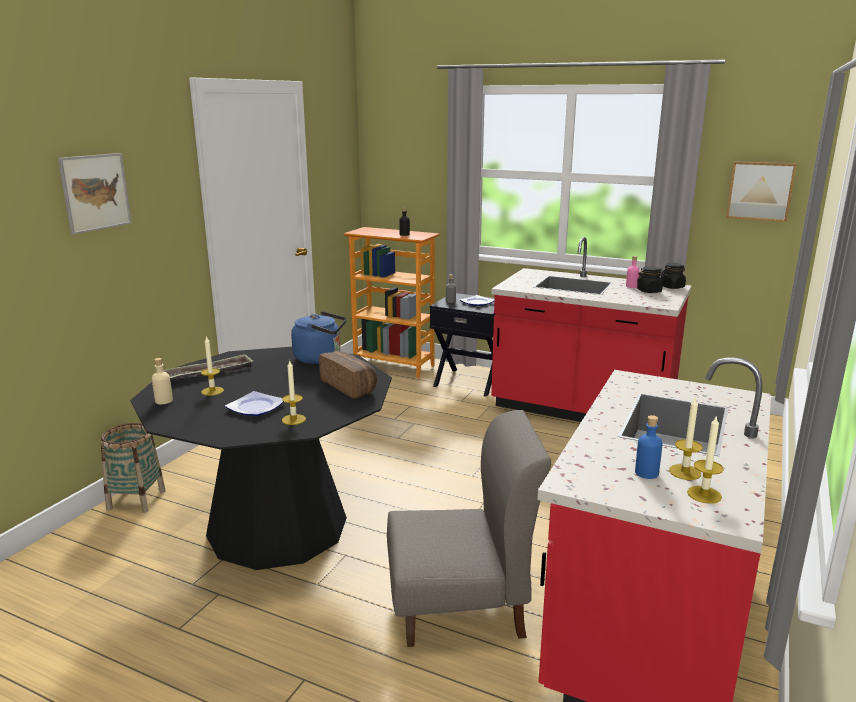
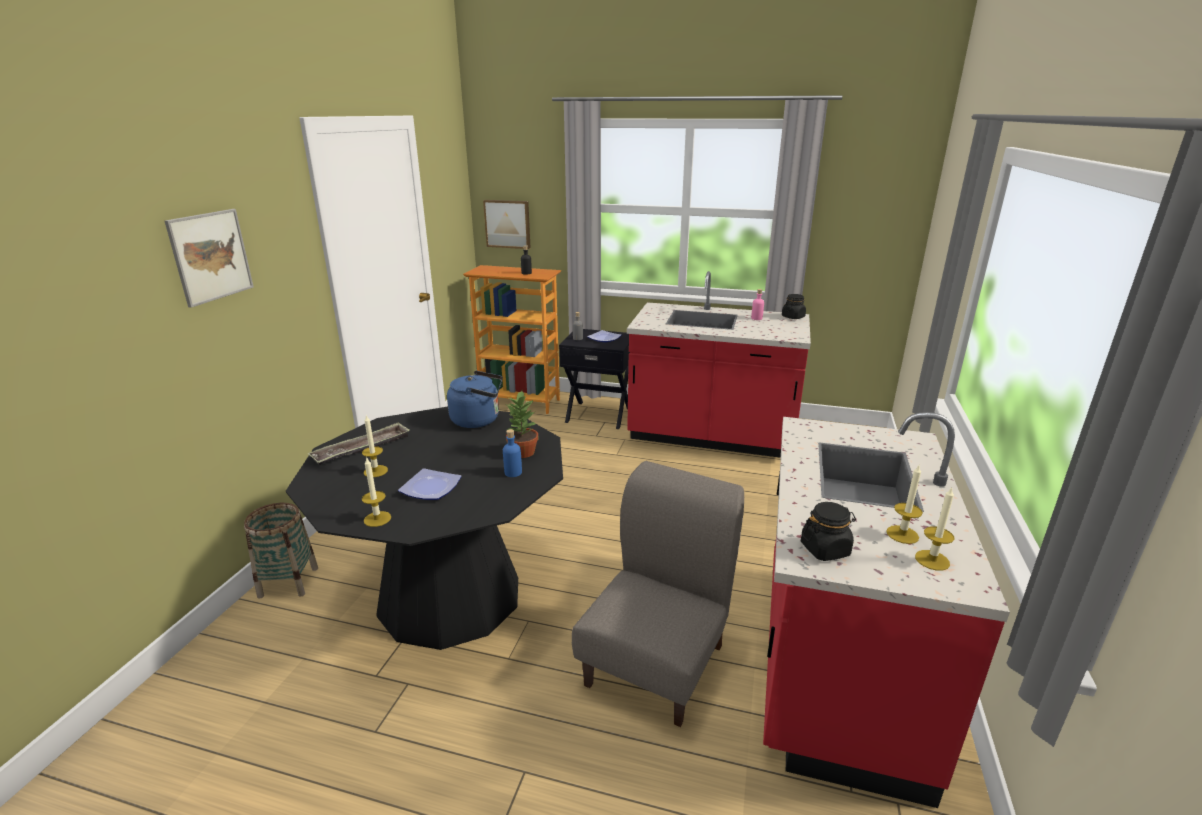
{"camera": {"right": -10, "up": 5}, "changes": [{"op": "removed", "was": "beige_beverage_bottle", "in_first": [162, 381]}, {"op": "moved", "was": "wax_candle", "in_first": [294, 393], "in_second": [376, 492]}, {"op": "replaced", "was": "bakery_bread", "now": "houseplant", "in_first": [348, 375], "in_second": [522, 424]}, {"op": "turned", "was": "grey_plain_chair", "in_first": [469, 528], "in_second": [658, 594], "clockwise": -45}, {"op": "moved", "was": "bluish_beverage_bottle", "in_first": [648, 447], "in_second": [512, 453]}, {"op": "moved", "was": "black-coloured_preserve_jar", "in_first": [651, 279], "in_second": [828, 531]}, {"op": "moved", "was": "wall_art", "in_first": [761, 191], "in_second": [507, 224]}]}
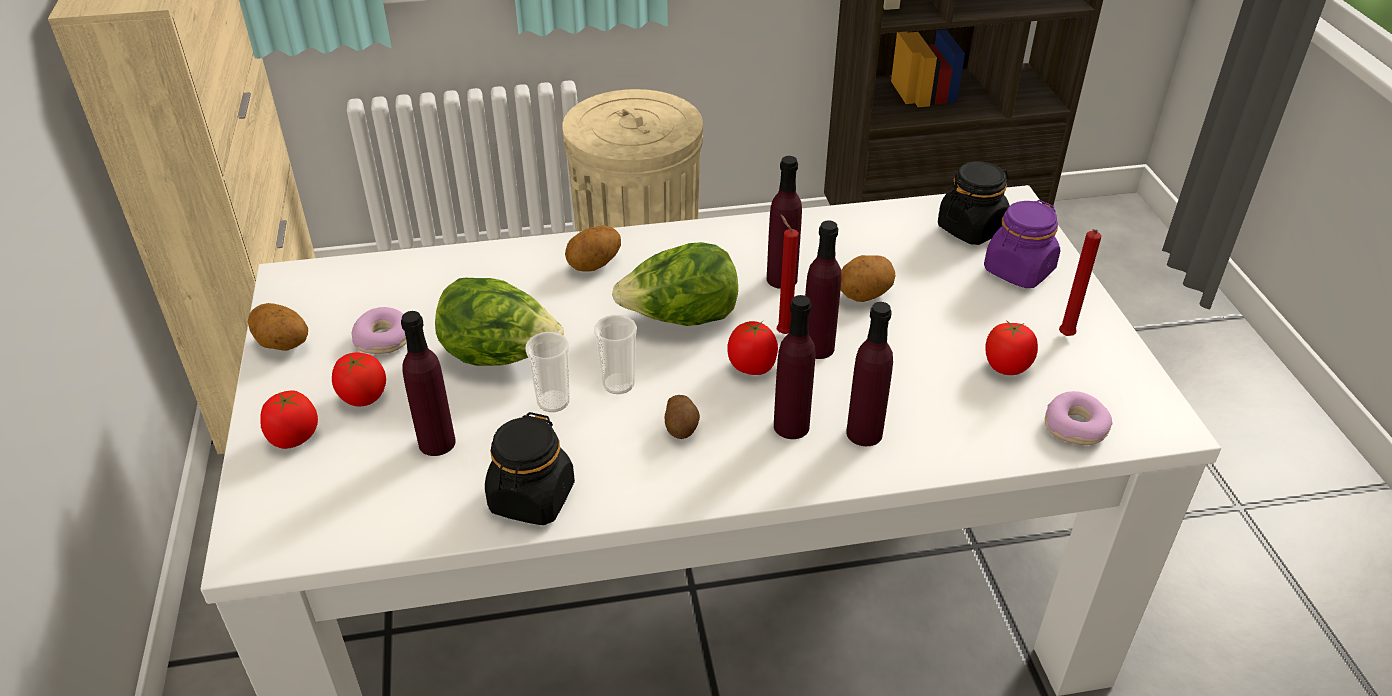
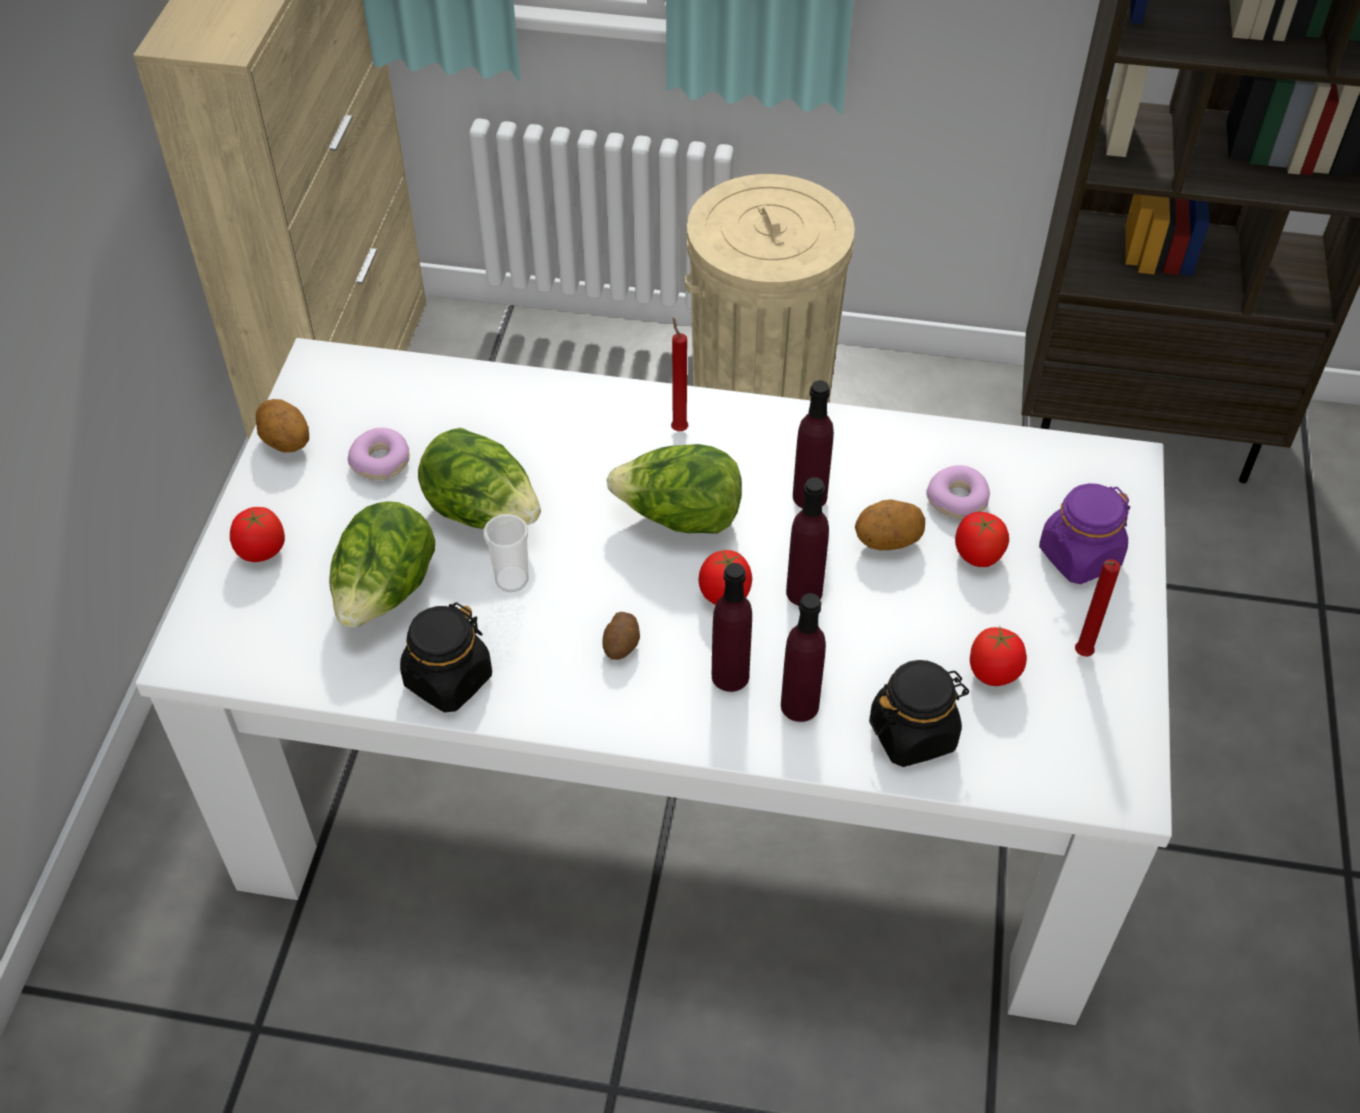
{"camera": {"right": 20, "up": 10}, "changes": [{"op": "moved", "was": "tomato", "in_first": [359, 379], "in_second": [982, 539]}, {"op": "replaced", "was": "purple-coloured_beverage_bottle", "now": "head_of_lettuce", "in_first": [428, 383], "in_second": [382, 564]}, {"op": "removed", "was": "spud", "in_first": [593, 248]}, {"op": "removed", "was": "small_cup", "in_first": [615, 354]}, {"op": "moved", "was": "red_wax_candle", "in_first": [788, 274], "in_second": [679, 374]}, {"op": "moved", "was": "black-coloured_preserve_jar", "in_first": [974, 203], "in_second": [919, 713]}, {"op": "moved", "was": "ring_doughnut", "in_first": [1078, 418], "in_second": [958, 492]}]}
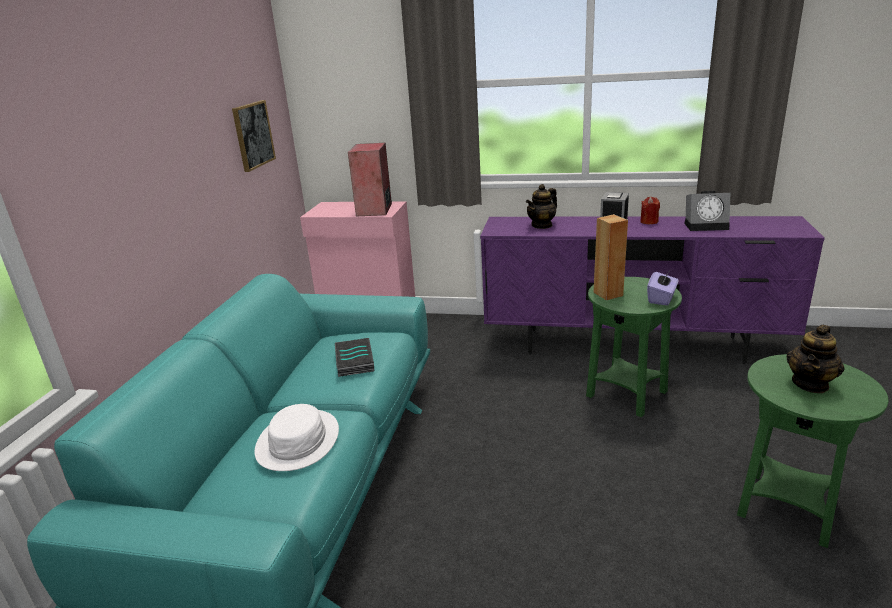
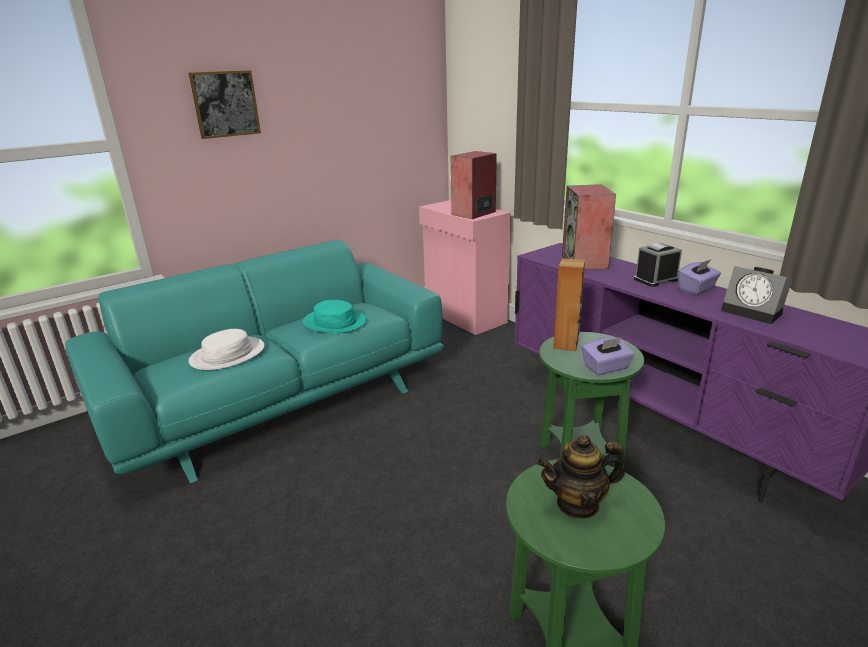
{"camera": {"right": 40, "up": 0}, "changes": [{"op": "moved", "was": "wall_art", "in_first": [254, 136], "in_second": [225, 104]}, {"op": "replaced", "was": "book", "now": "turquoise_hat", "in_first": [354, 357], "in_second": [335, 316]}, {"op": "replaced", "was": "tea_pot", "now": "speaker", "in_first": [541, 206], "in_second": [589, 227]}, {"op": "replaced", "was": "red_wax_candle", "now": "purple-coloured_tissue_holder", "in_first": [650, 210], "in_second": [699, 277]}]}
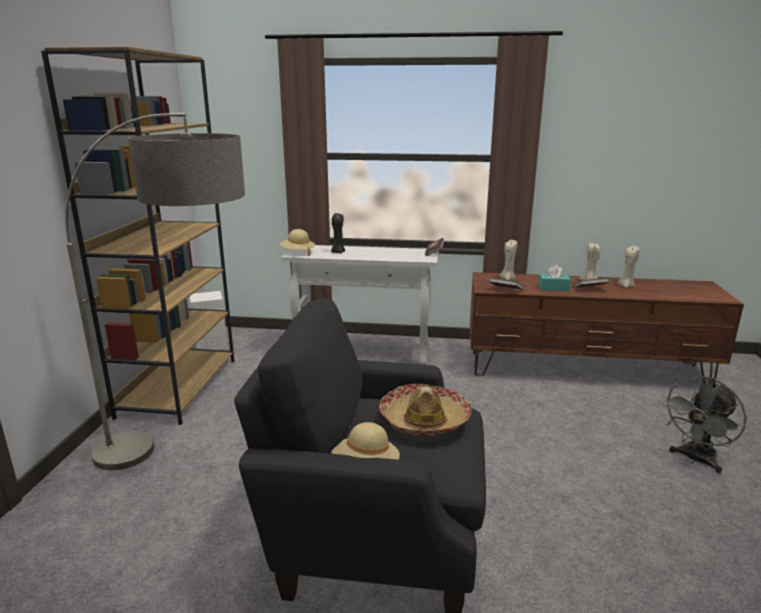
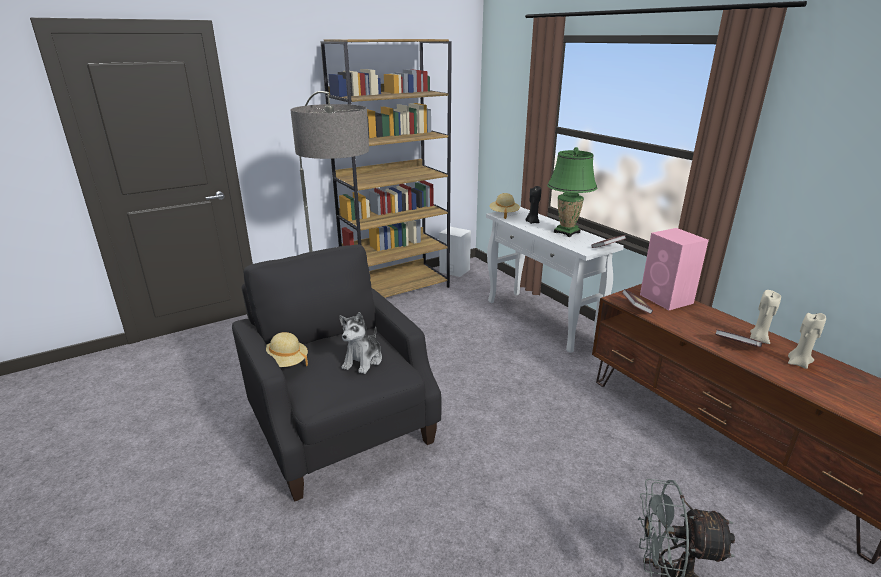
{"camera": {"right": 50, "up": 5}, "changes": [{"op": "replaced", "was": "hat", "now": "soft_toy", "in_first": [426, 410], "in_second": [360, 343]}, {"op": "replaced", "was": "beige_wax_candle", "now": "pink-coloured_speaker", "in_first": [508, 260], "in_second": [674, 269]}, {"op": "removed", "was": "turquoise_tissue_holder", "in_first": [555, 278]}, {"op": "added", "now": "green_lamp_for_a_table", "in_second": [572, 192]}]}
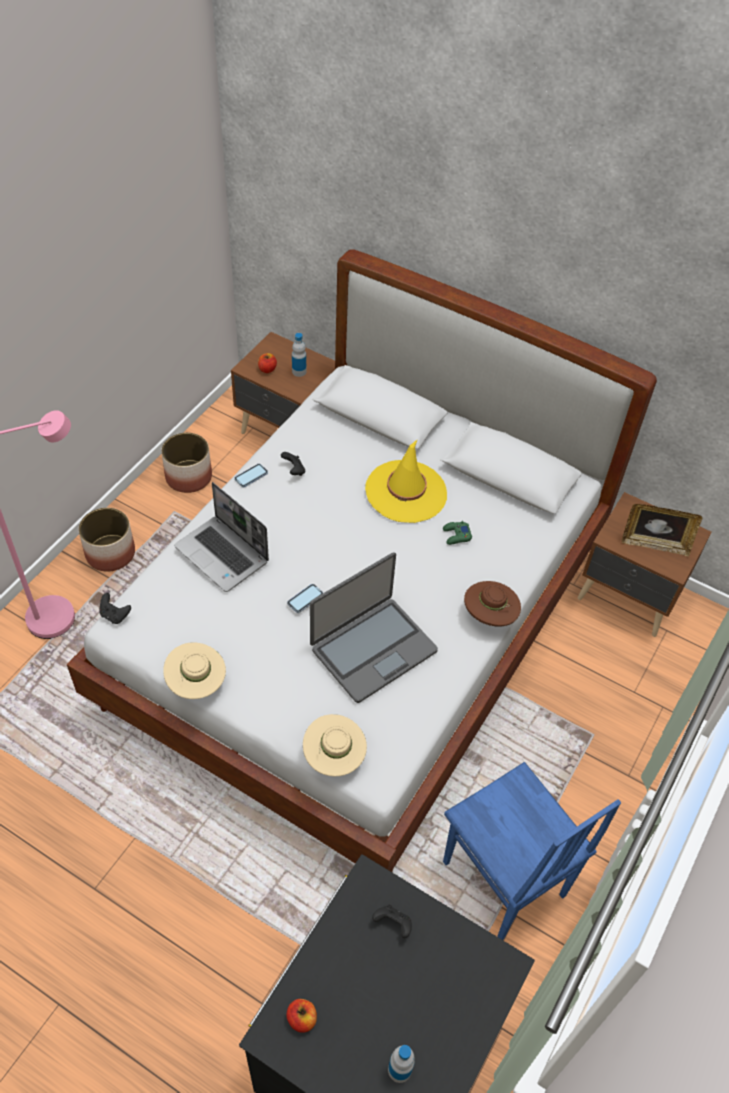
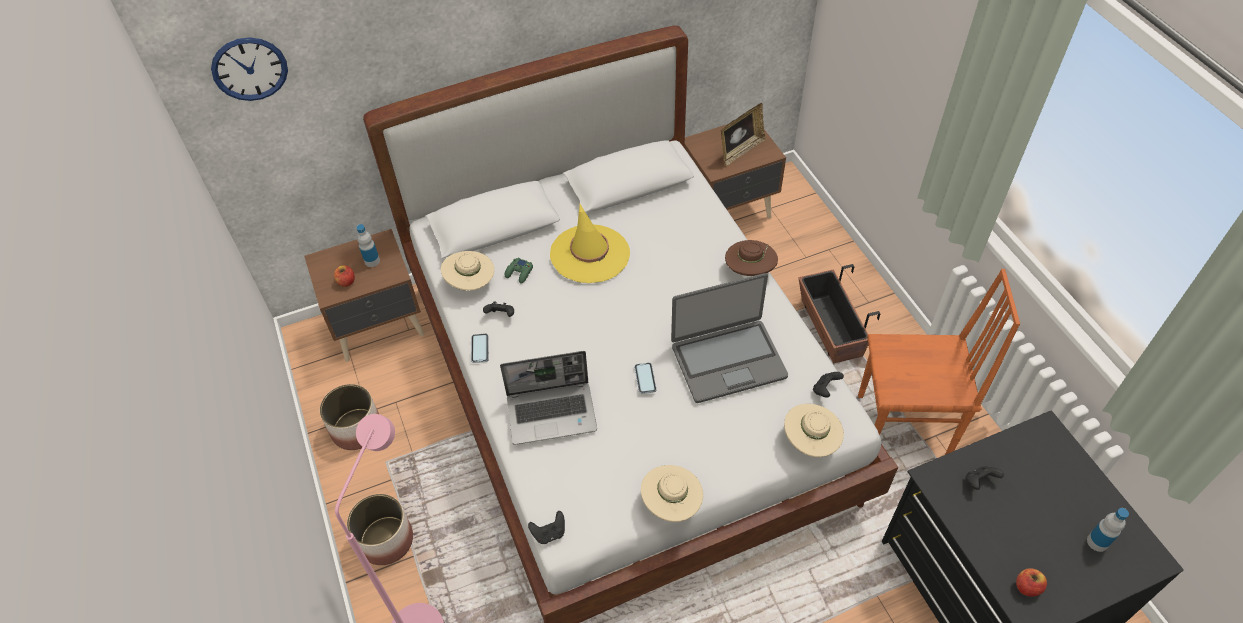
{"camera": {"right": -50, "up": 0}, "changes": [{"op": "turned", "was": "portable_computer", "in_first": [374, 627], "in_second": [729, 338], "clockwise": 75}, {"op": "moved", "was": "green_gamepad", "in_first": [457, 533], "in_second": [519, 271]}, {"op": "recoloured", "was": "bluish_plain_chair", "now": "orangey_plain_chair", "in_first": [532, 851], "in_second": [939, 362]}, {"op": "added", "now": "clock_on_the_wall", "in_second": [249, 69]}, {"op": "added", "now": "beige_hat", "in_second": [467, 271]}, {"op": "added", "now": "planter", "in_second": [839, 314]}, {"op": "added", "now": "black-coloured_gamepad", "in_second": [828, 384]}]}
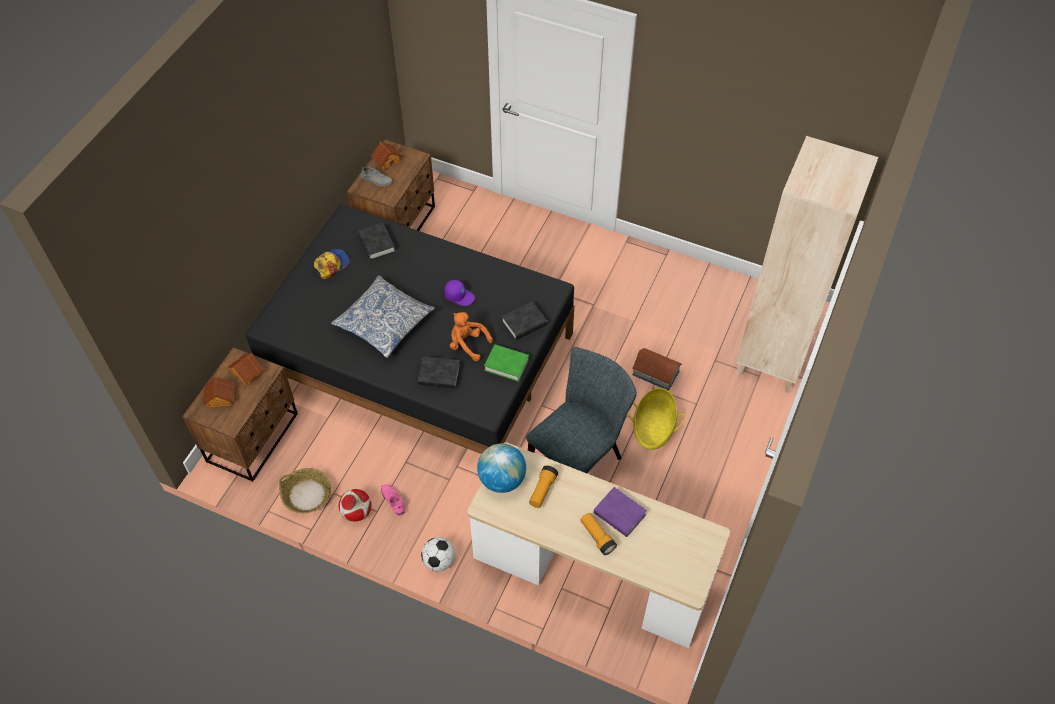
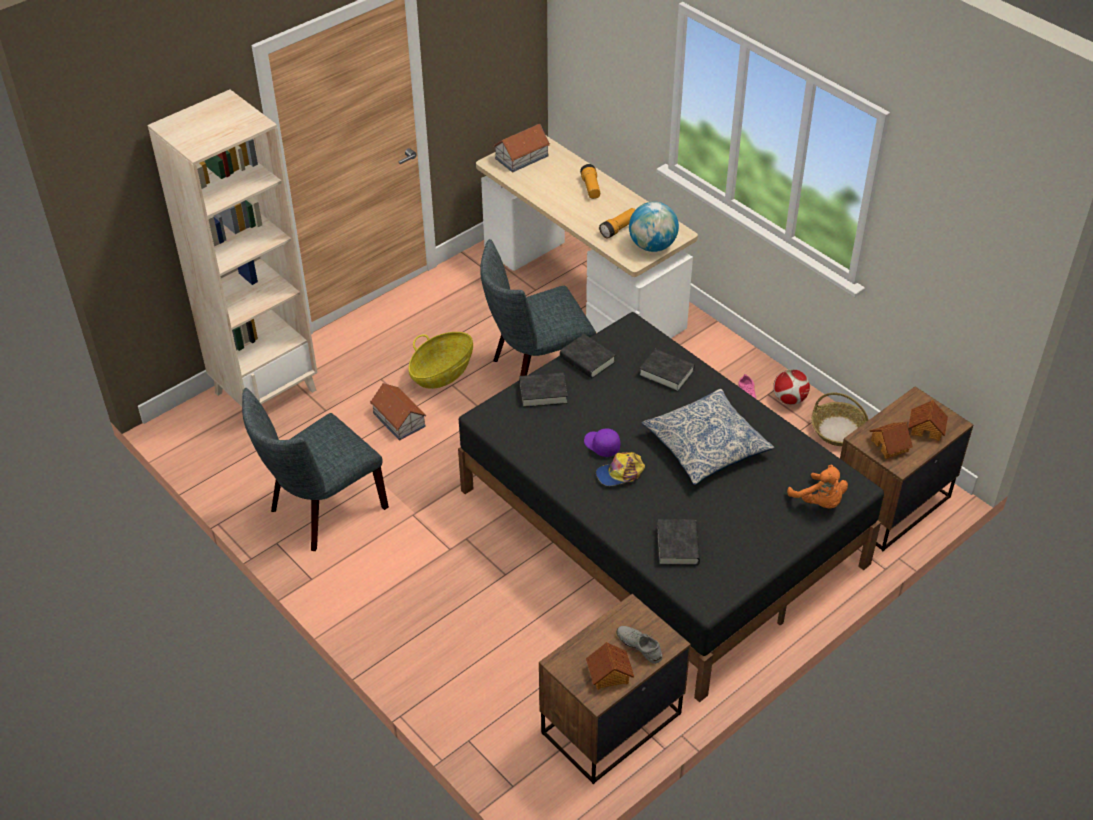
{"camera": {"right": -155, "up": -10}, "changes": [{"op": "moved", "was": "baseball_cap", "in_first": [332, 264], "in_second": [620, 469]}, {"op": "removed", "was": "football", "in_first": [438, 554]}, {"op": "moved", "was": "orangey_soft_toy", "in_first": [471, 336], "in_second": [817, 486]}, {"op": "recoloured", "was": "green_book", "now": "black-coloured_book", "in_first": [506, 363], "in_second": [587, 356]}, {"op": "removed", "was": "purple-coloured_book", "in_first": [620, 512]}, {"op": "added", "now": "grey_plain_chair", "in_second": [315, 469]}, {"op": "added", "now": "toy_house", "in_second": [521, 148]}]}
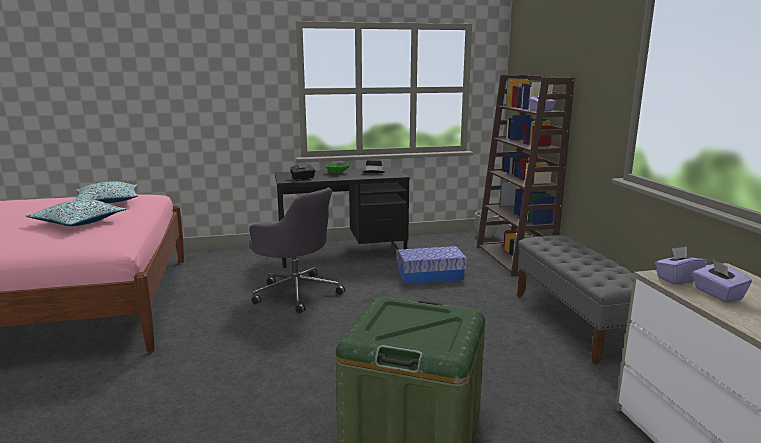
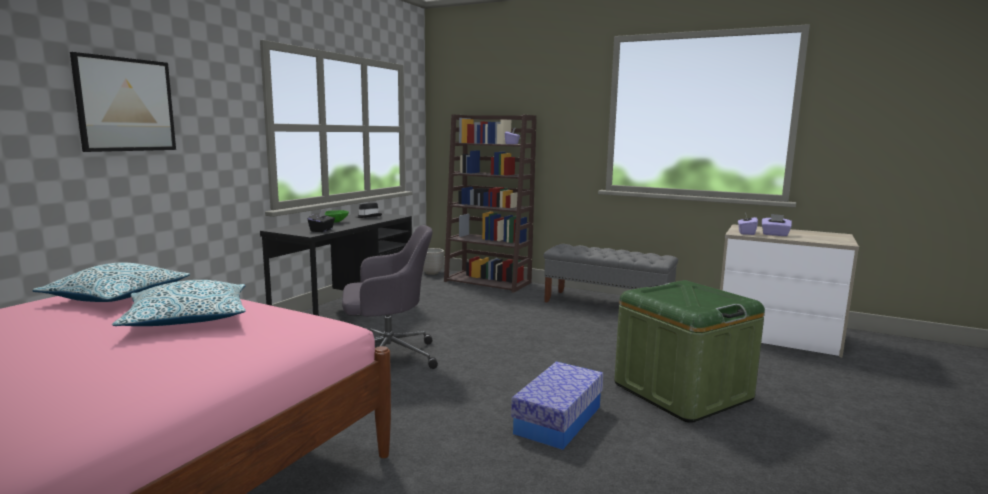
{"camera": {"right": -50, "up": -5}, "changes": [{"op": "moved", "was": "storage_bin", "in_first": [432, 265], "in_second": [557, 405]}, {"op": "added", "now": "wall_art", "in_second": [123, 102]}]}
